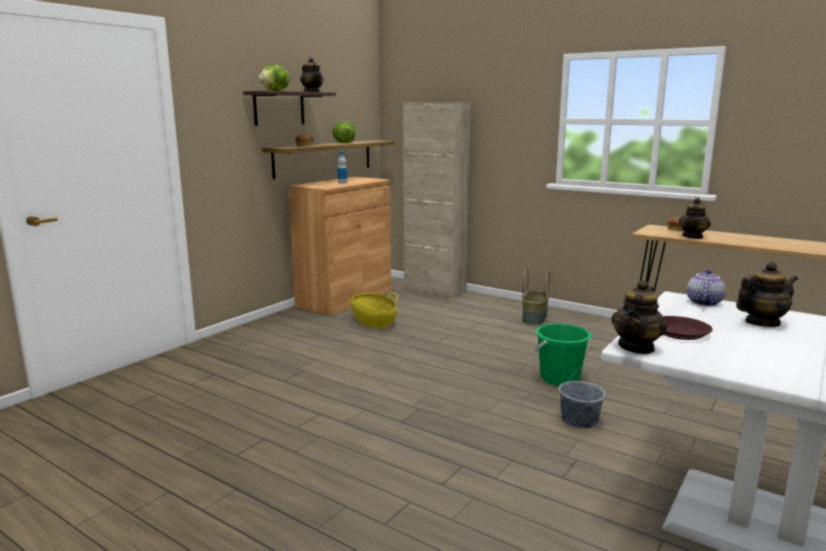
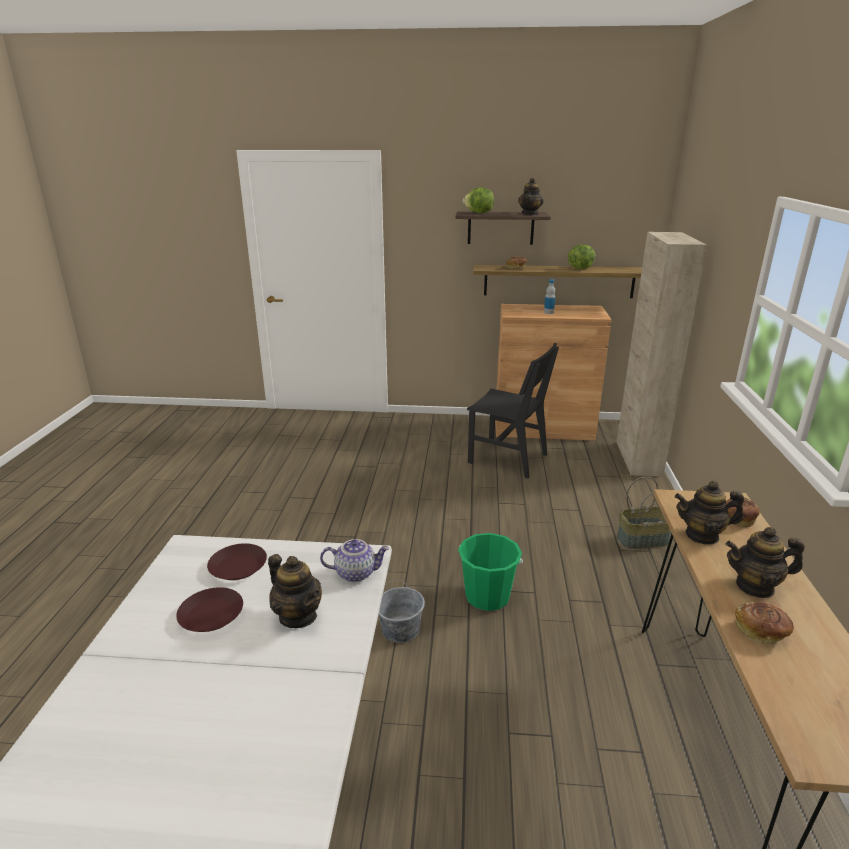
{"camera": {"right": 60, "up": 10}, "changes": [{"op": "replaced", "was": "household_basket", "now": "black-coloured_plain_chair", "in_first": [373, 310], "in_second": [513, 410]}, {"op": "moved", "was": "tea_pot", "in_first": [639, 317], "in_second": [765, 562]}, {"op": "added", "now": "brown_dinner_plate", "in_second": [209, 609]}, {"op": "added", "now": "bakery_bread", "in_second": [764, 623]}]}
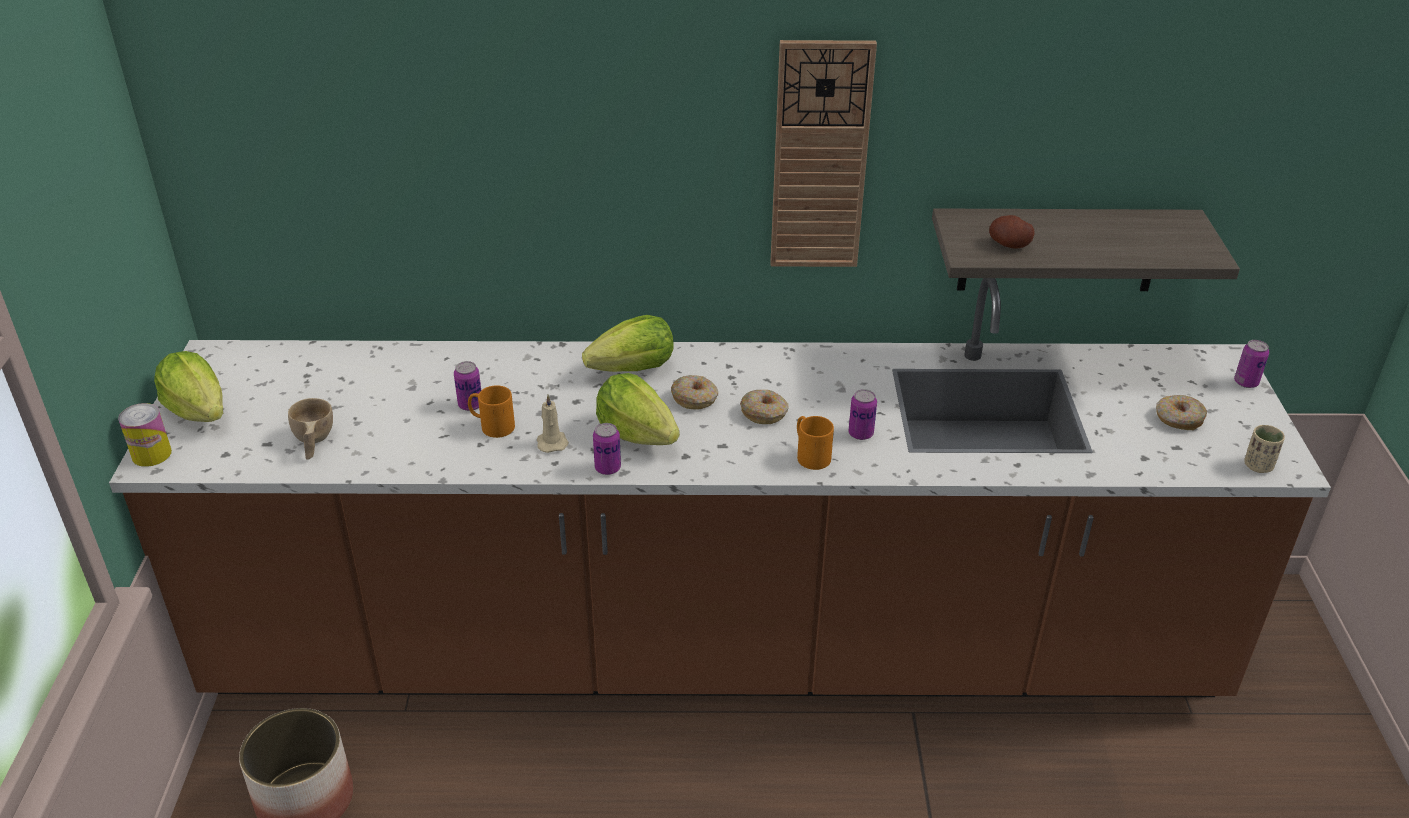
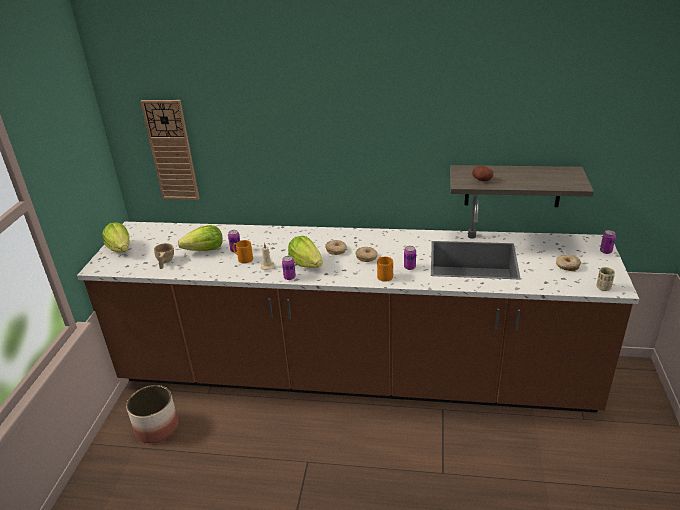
{"camera": {"right": 10, "up": -5}, "changes": [{"op": "removed", "was": "metal_can", "in_first": [145, 435]}, {"op": "moved", "was": "head_of_lettuce", "in_first": [628, 343], "in_second": [200, 238]}, {"op": "moved", "was": "clock_on_the_wall", "in_first": [823, 153], "in_second": [169, 150]}]}
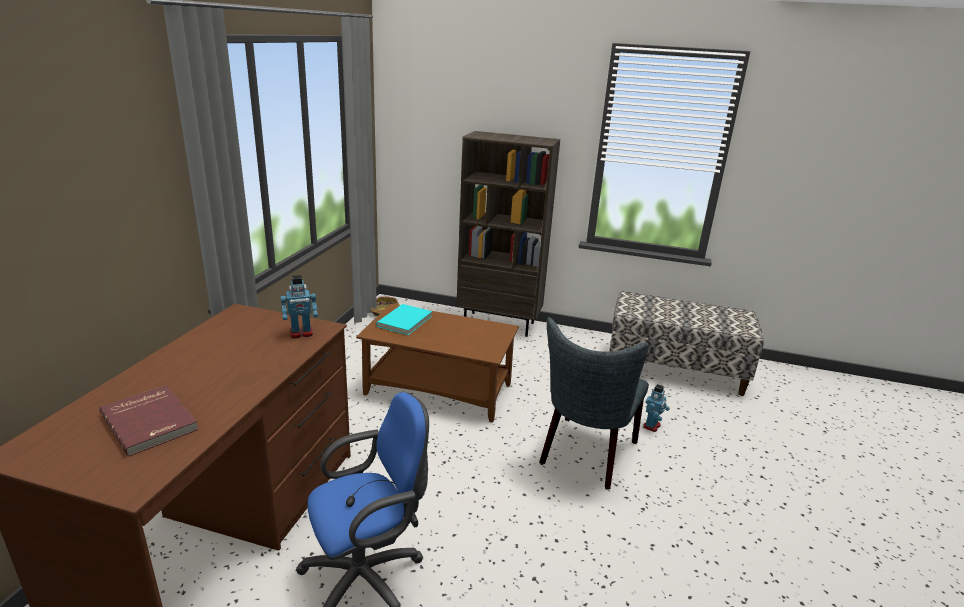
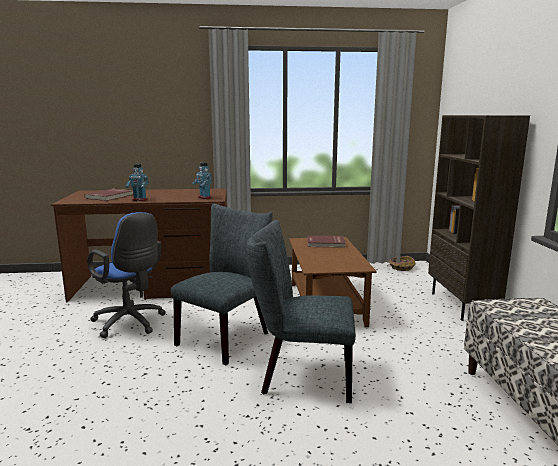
{"camera": {"right": 70, "up": -10}, "changes": [{"op": "recoloured", "was": "turquoise_book", "now": "red_book", "in_first": [404, 319], "in_second": [327, 241]}, {"op": "moved", "was": "toy_robot", "in_first": [656, 408], "in_second": [137, 182]}, {"op": "added", "now": "grey_plain_chair", "in_second": [222, 284]}]}
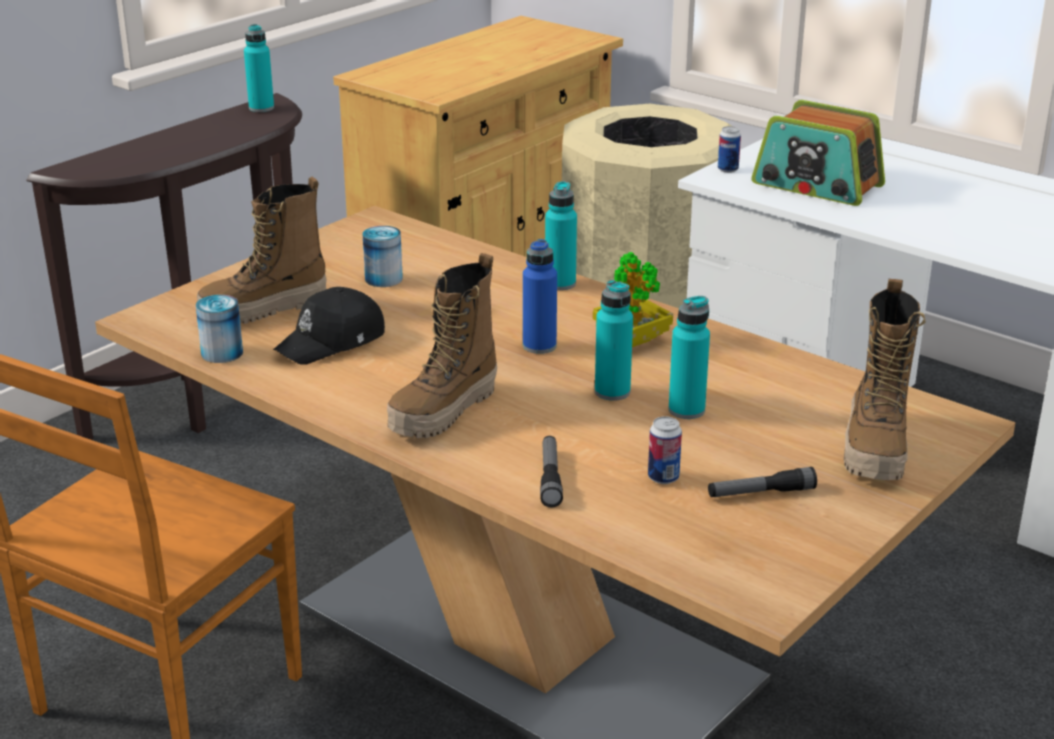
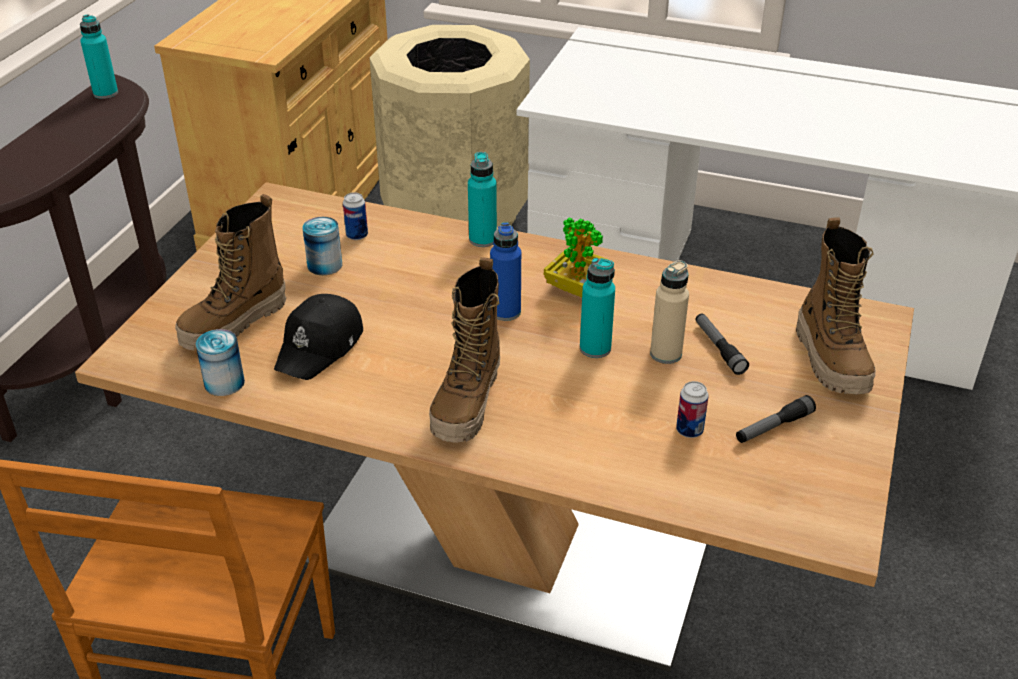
{"camera": {"right": -20, "up": 10}, "changes": [{"op": "moved", "was": "hand_torch", "in_first": [551, 472], "in_second": [722, 344]}, {"op": "recoloured", "was": "turquoise_beverage_bottle", "now": "beige_beverage_bottle", "in_first": [689, 357], "in_second": [669, 312]}, {"op": "moved", "was": "metal_can", "in_first": [729, 149], "in_second": [355, 216]}, {"op": "removed", "was": "radio", "in_first": [818, 153]}]}
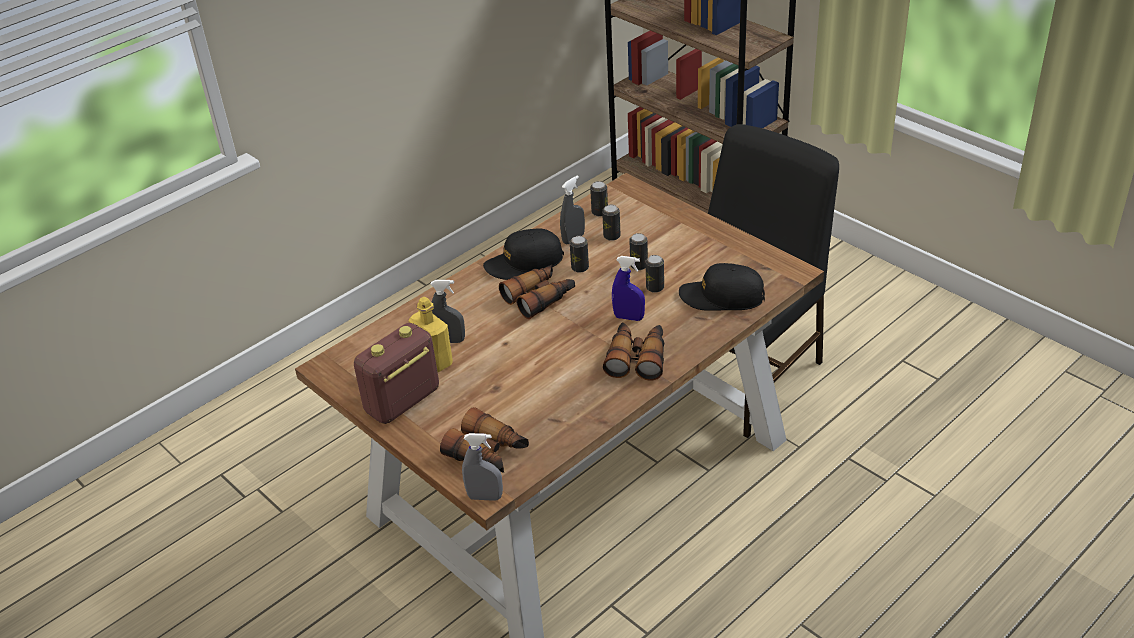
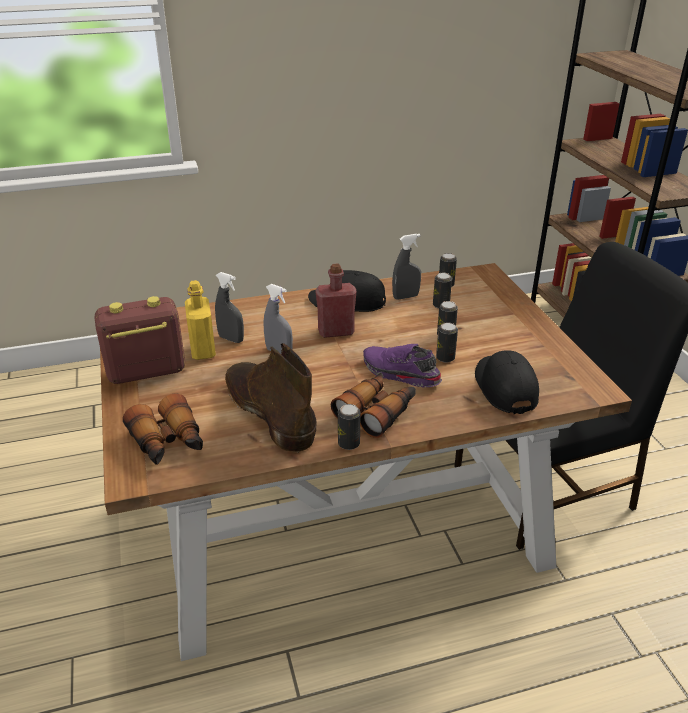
{"camera": {"right": 25, "up": -5}, "changes": [{"op": "moved", "was": "grey_hand_sprayer", "in_first": [482, 467], "in_second": [278, 319]}, {"op": "replaced", "was": "binoculars", "now": "red_beverage_bottle", "in_first": [537, 292], "in_second": [336, 301]}, {"op": "moved", "was": "metal_can", "in_first": [579, 254], "in_second": [349, 427]}, {"op": "replaced", "was": "bluish_hand_sprayer", "now": "purple-coloured_shoe", "in_first": [628, 288], "in_second": [402, 365]}, {"op": "turned", "was": "black-coloured_baseball_cap", "in_first": [722, 287], "in_second": [507, 382], "clockwise": 45}, {"op": "added", "now": "brown_high-top_boot", "in_second": [270, 398]}]}
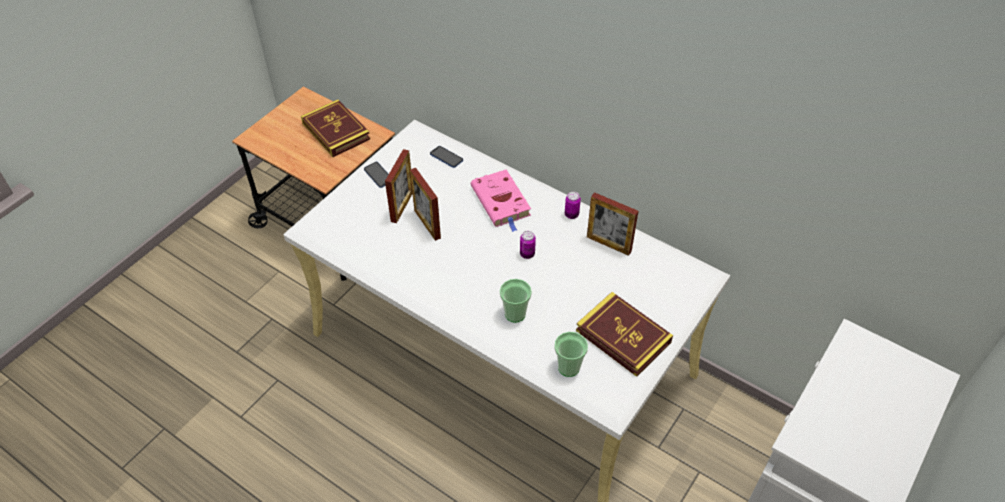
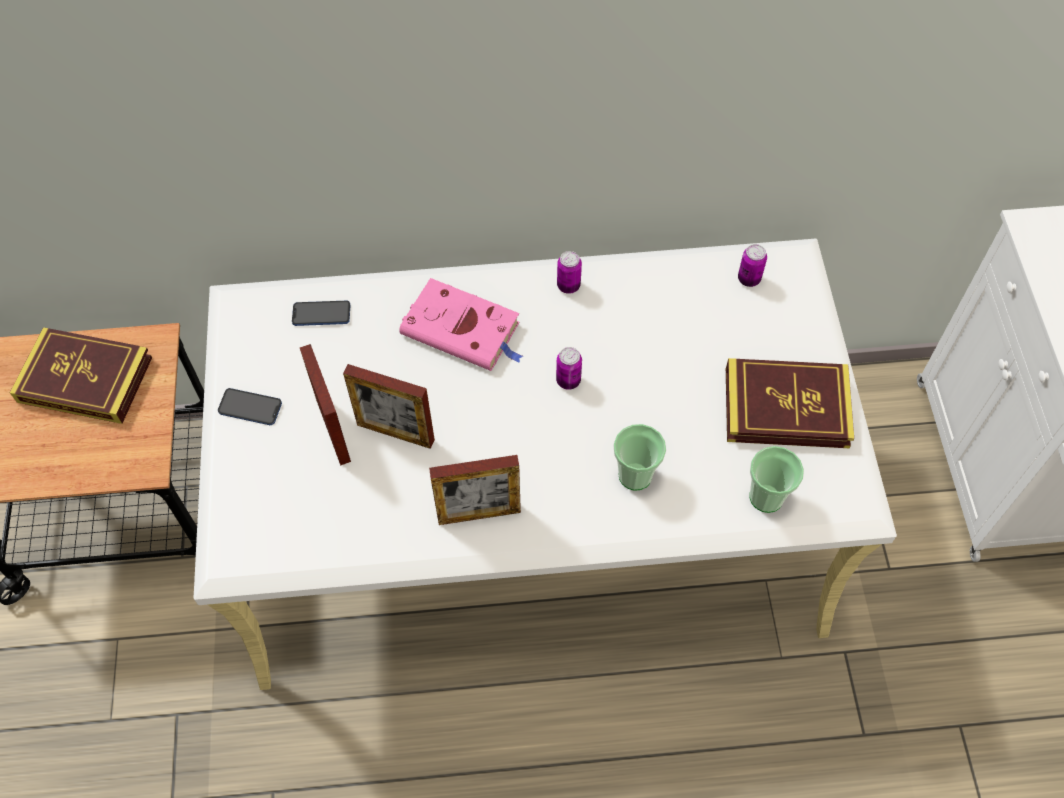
{"camera": {"right": -40, "up": 10}, "changes": [{"op": "moved", "was": "standing_frame", "in_first": [613, 224], "in_second": [475, 490]}, {"op": "added", "now": "metal_can", "in_second": [752, 265]}]}
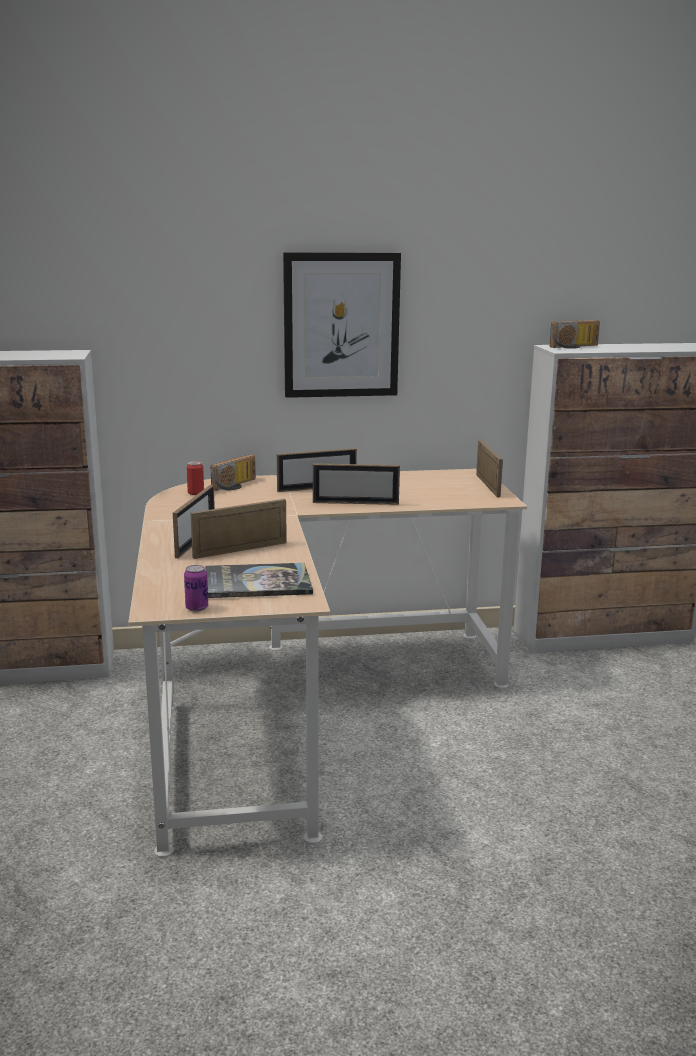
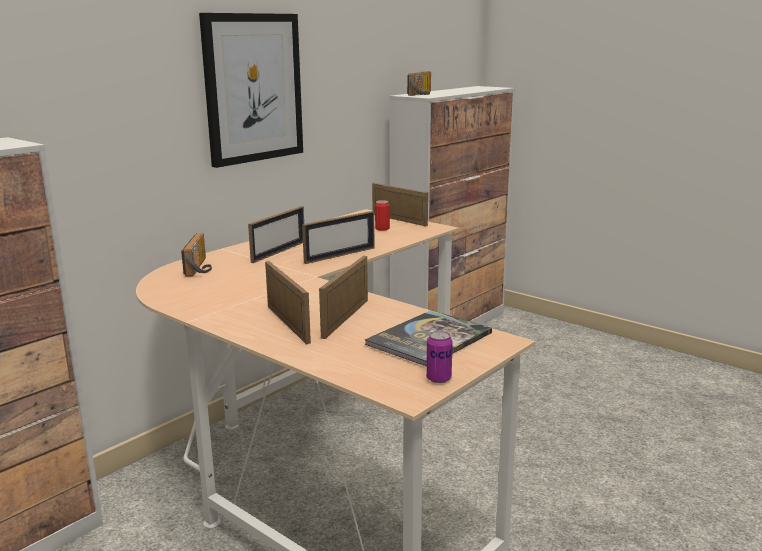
{"camera": {"right": -40, "up": 0}, "changes": [{"op": "moved", "was": "metal_can", "in_first": [195, 478], "in_second": [382, 215]}]}
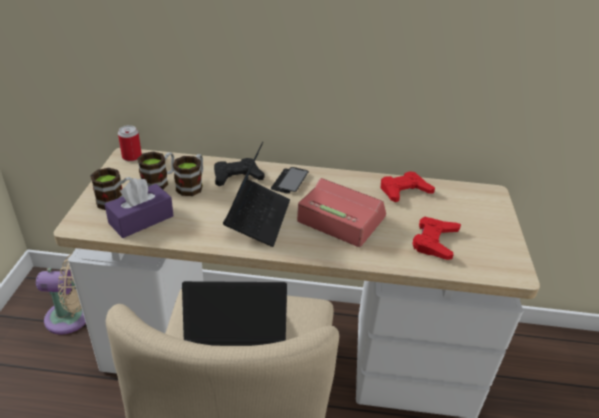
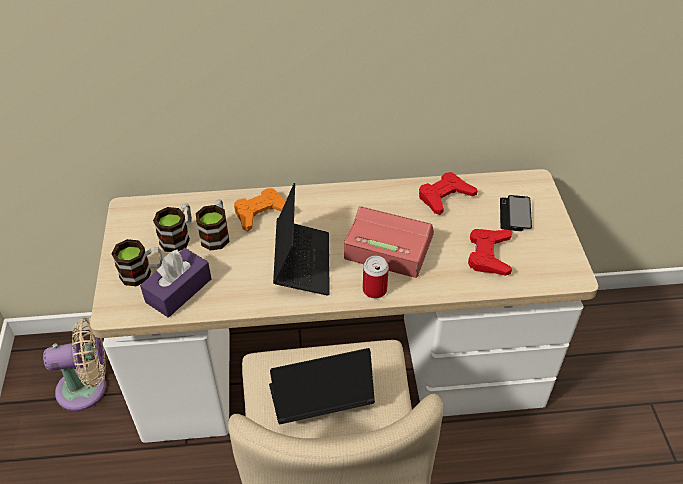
{"camera": {"right": -10, "up": 10}, "changes": [{"op": "moved", "was": "metal_can", "in_first": [130, 143], "in_second": [376, 277]}, {"op": "recoloured", "was": "black-coloured_gamepad", "now": "orangey_gamepad", "in_first": [239, 172], "in_second": [260, 209]}, {"op": "moved", "was": "telephone", "in_first": [290, 180], "in_second": [516, 213]}]}
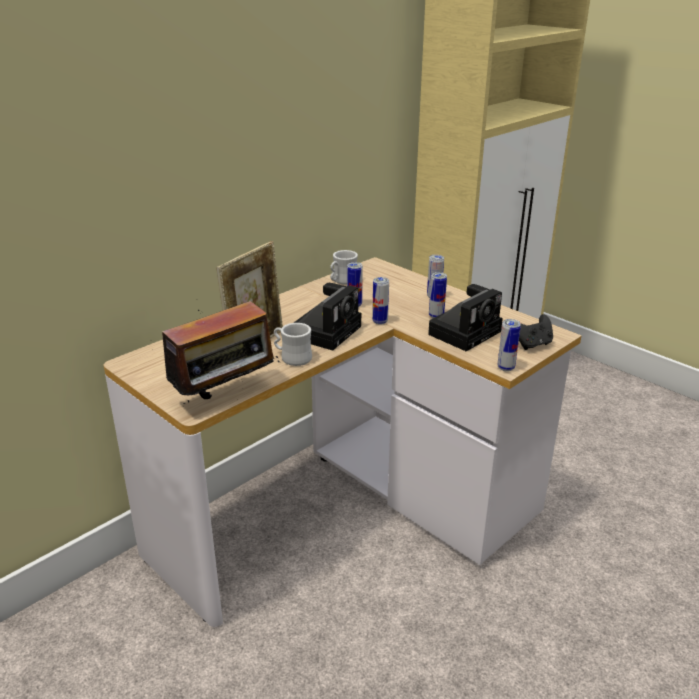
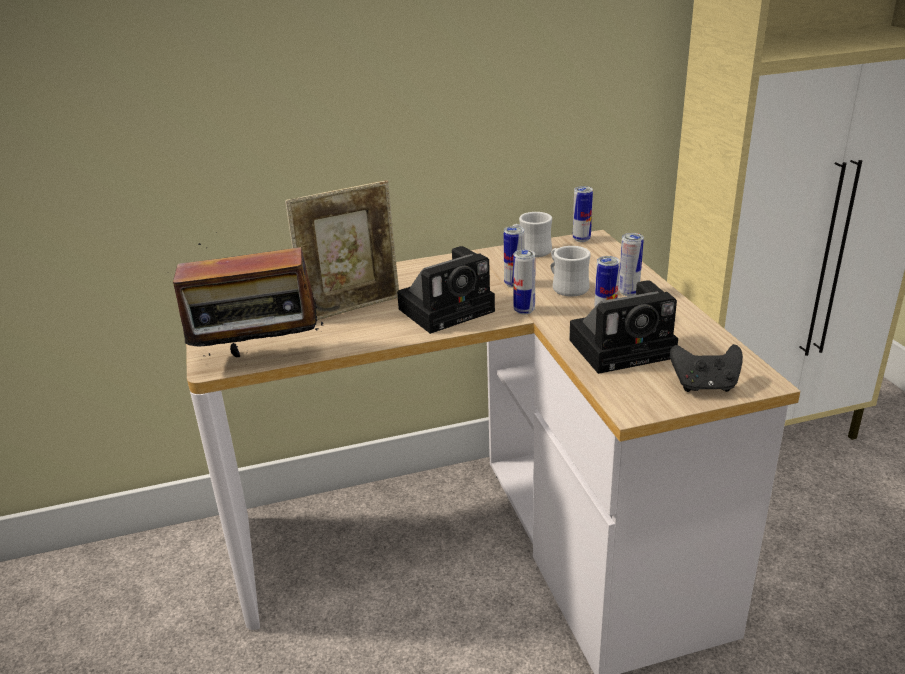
{"camera": {"right": 30, "up": 0}, "changes": [{"op": "moved", "was": "white-coloured_coffee_mug", "in_first": [293, 344], "in_second": [571, 271]}, {"op": "moved", "was": "metal_can", "in_first": [509, 345], "in_second": [583, 214]}]}
